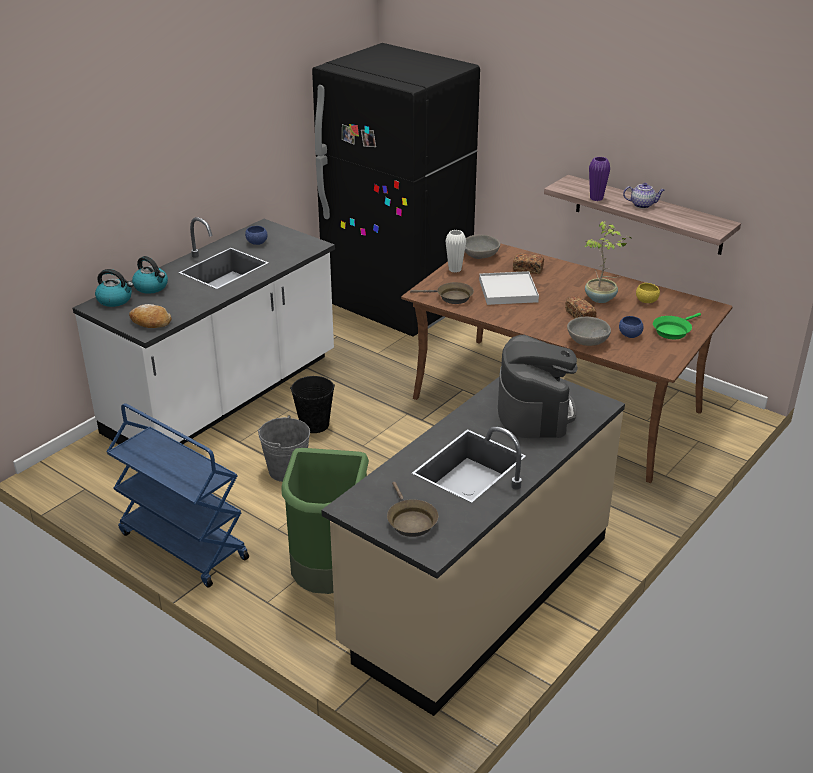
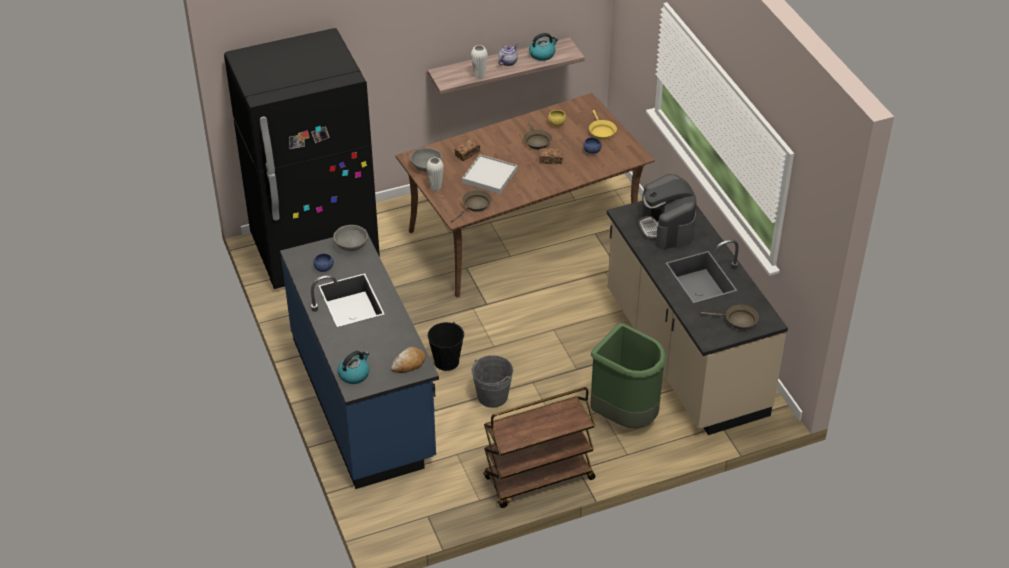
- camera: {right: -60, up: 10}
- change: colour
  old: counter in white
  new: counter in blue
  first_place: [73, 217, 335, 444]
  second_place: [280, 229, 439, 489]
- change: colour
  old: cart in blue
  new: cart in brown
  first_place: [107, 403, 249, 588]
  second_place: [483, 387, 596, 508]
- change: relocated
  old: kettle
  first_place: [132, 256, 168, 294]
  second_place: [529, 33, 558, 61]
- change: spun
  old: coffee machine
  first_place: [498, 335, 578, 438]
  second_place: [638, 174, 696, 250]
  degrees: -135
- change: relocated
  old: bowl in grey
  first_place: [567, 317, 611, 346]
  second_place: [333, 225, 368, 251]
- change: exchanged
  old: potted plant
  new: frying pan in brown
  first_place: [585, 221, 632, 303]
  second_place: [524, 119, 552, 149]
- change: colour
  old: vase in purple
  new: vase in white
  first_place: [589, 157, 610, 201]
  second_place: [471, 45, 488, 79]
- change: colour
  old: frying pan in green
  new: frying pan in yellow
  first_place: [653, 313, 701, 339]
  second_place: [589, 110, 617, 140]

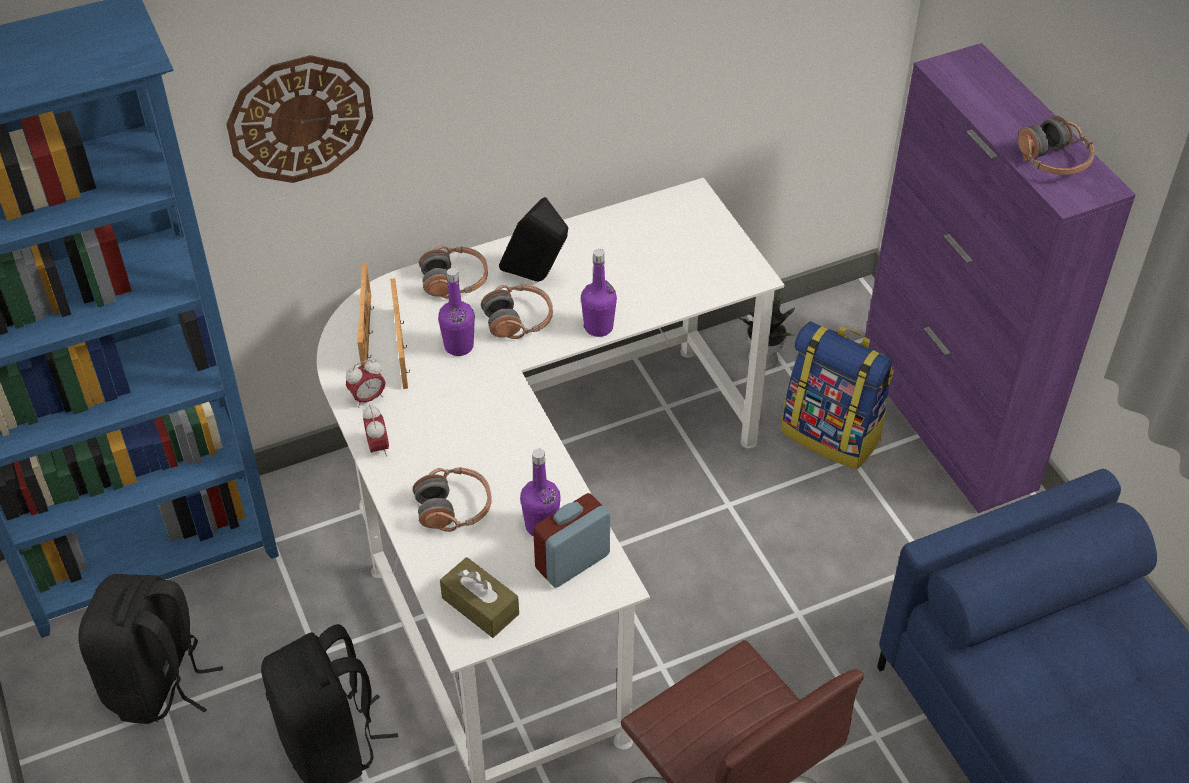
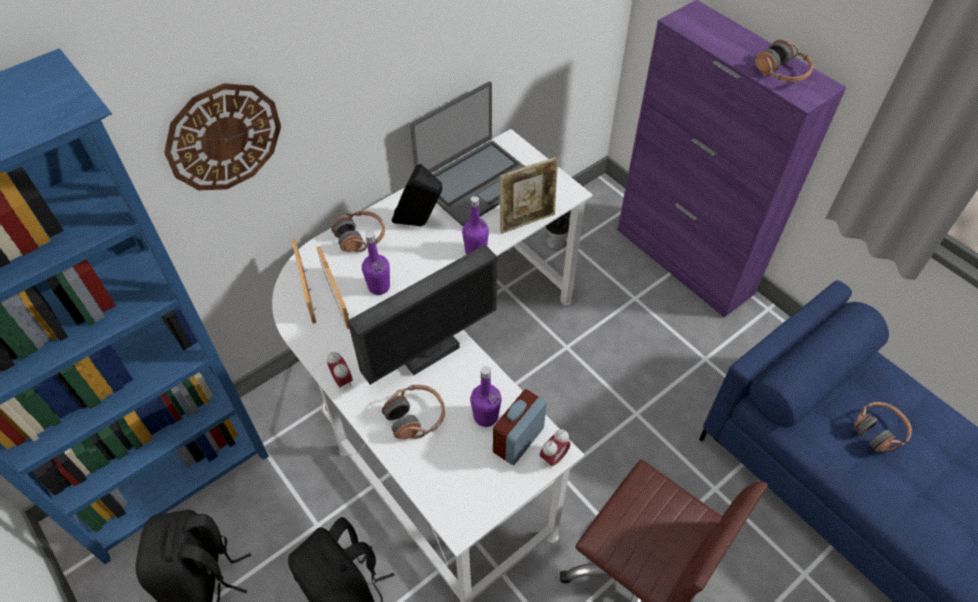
- camera: {right: -15, up: 5}
- change: relocated
  old: alarm clock
  first_place: [346, 359, 385, 407]
  second_place: [540, 429, 571, 469]
- change: missing
  old: tissue box in brown
  first_place: [440, 557, 519, 638]
- change: relocated
  old: headphones
  first_place: [481, 284, 553, 339]
  second_place: [853, 402, 912, 452]
- change: missing
  old: backpack
  first_place: [781, 322, 894, 469]
- change: appeared
  new: monitor
  second_place: [348, 245, 497, 385]
- change: appeared
  new: laptop
  second_place: [410, 82, 525, 226]
- change: appeared
  new: picture frame
  second_place: [499, 157, 558, 234]

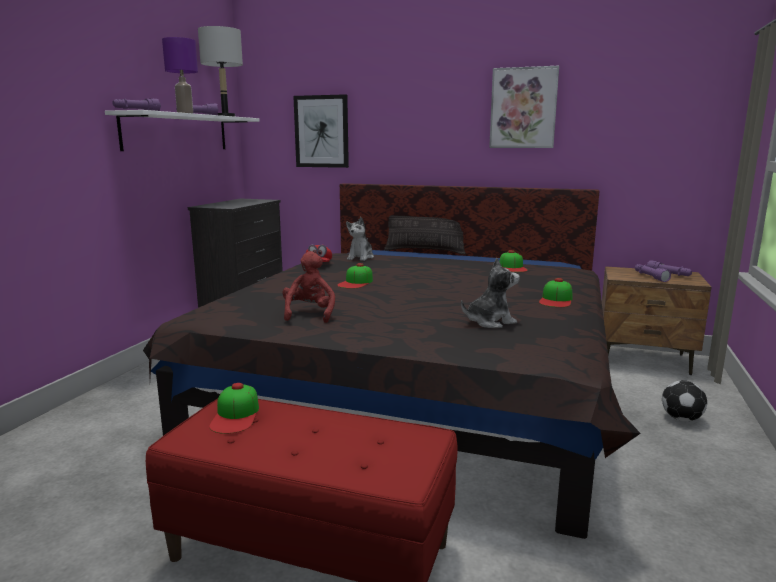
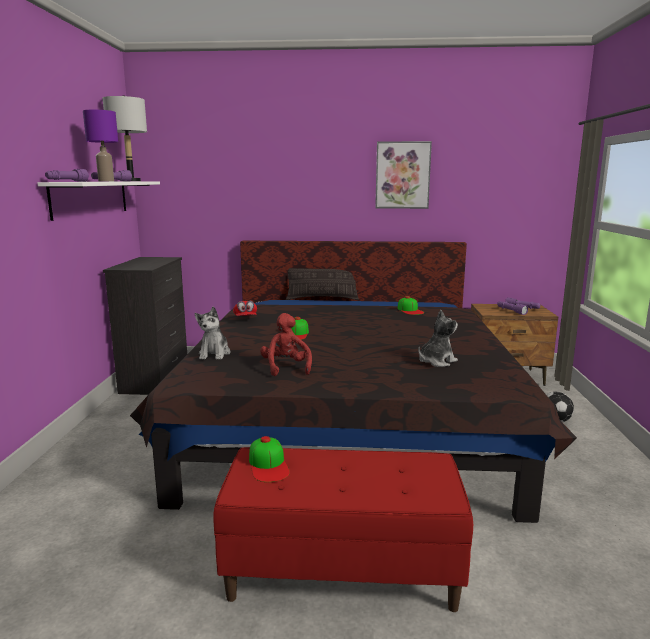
- camera: {right: -15, up: 0}
- change: missing
  old: picture
  first_place: [293, 94, 349, 168]
- change: relocated
  old: plush toy
  first_place: [346, 217, 374, 261]
  second_place: [195, 306, 231, 360]
- change: missing
  old: cap
  first_place: [539, 278, 572, 307]

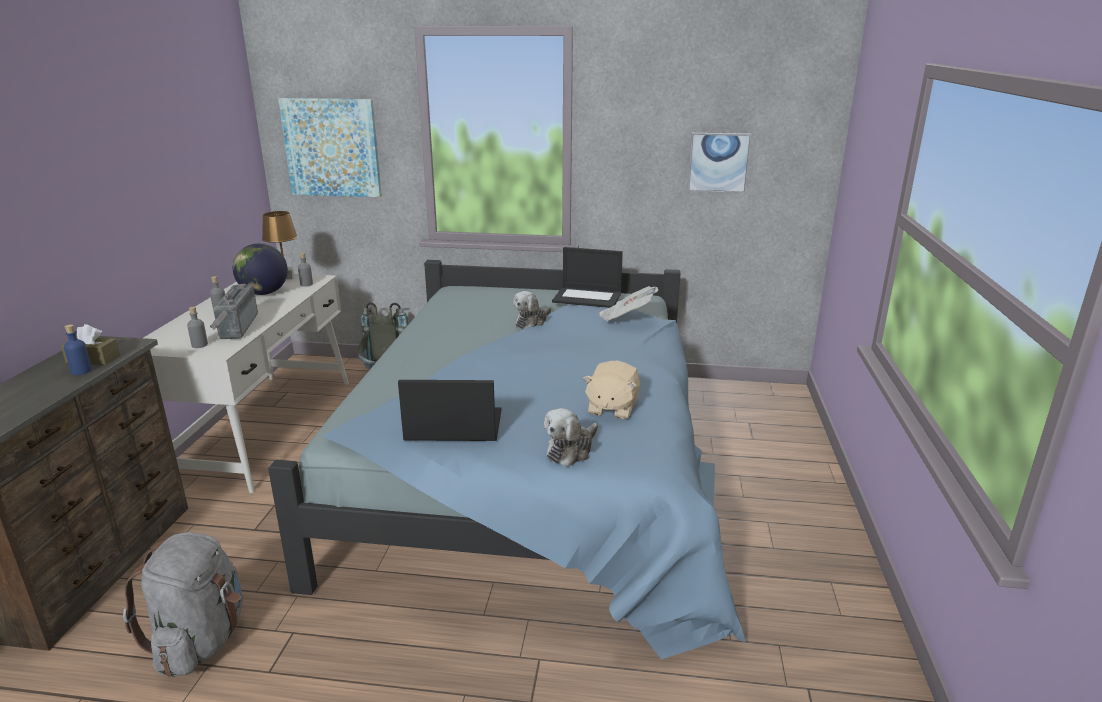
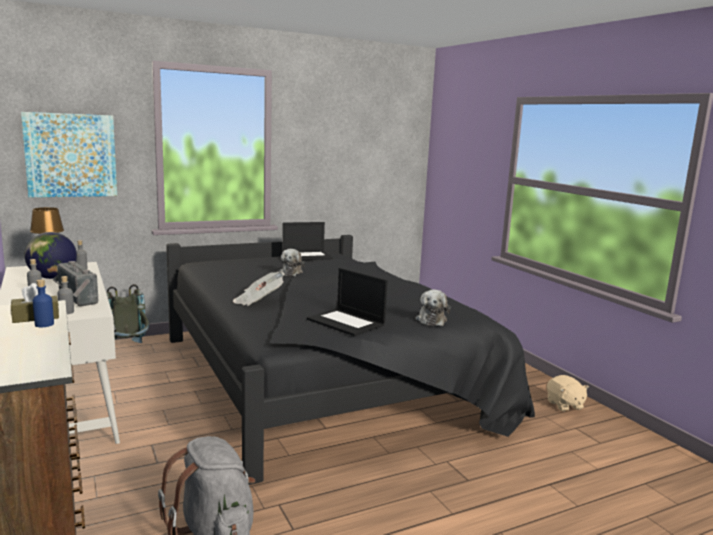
- camera: {right: -35, up: -10}
- change: colour
  old: bed in blue
  new: bed in black
  first_place: [268, 260, 745, 659]
  second_place: [166, 235, 535, 485]
- change: spun
  old: laptop
  first_place: [398, 380, 501, 441]
  second_place: [307, 268, 388, 336]
  degrees: -105
- change: relocated
  old: plush toy in beige
  first_place: [583, 361, 640, 420]
  second_place: [547, 375, 589, 412]
- change: relocated
  old: newspaper
  first_place: [599, 286, 658, 321]
  second_place: [233, 271, 285, 306]
- change: missing
  old: picture
  first_place: [687, 133, 752, 193]

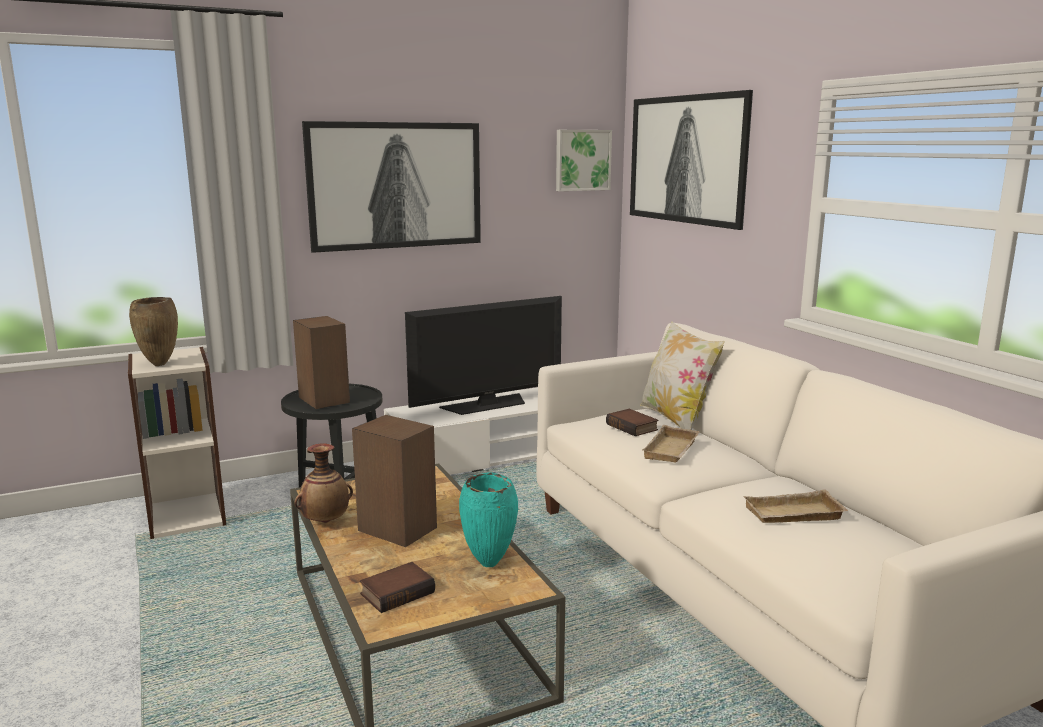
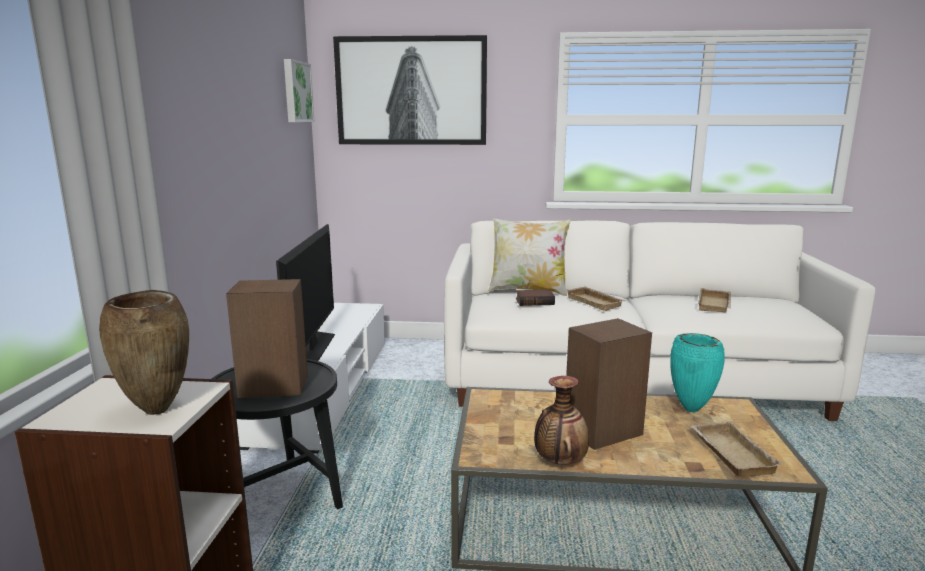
- camera: {right: -60, up: 0}
- change: missing
  old: picture
  first_place: [302, 121, 481, 253]
- change: exchanged
  old: book
  new: tray in beige
  first_place: [360, 562, 435, 613]
  second_place: [691, 422, 783, 477]

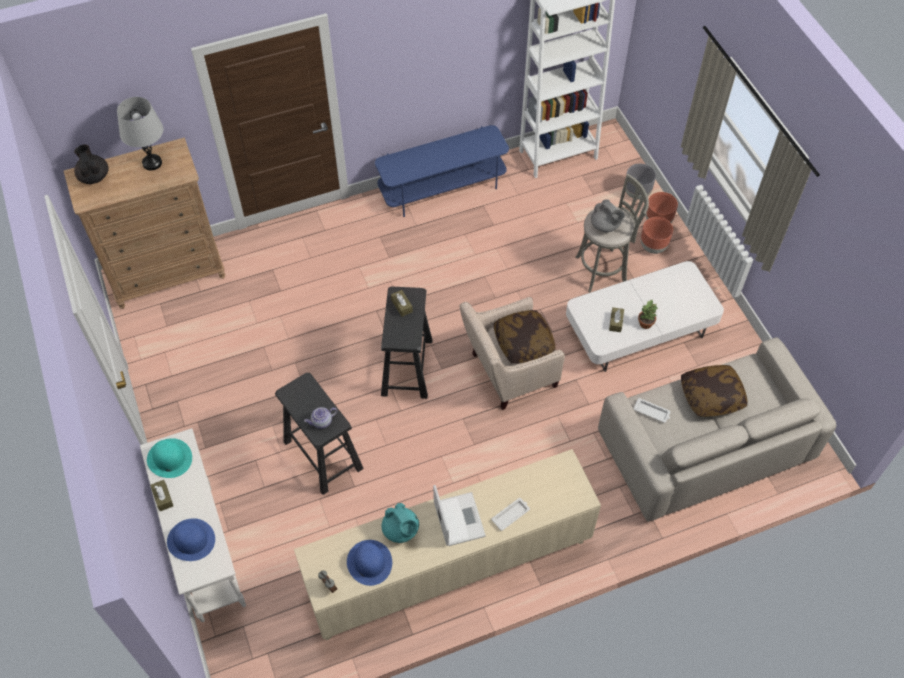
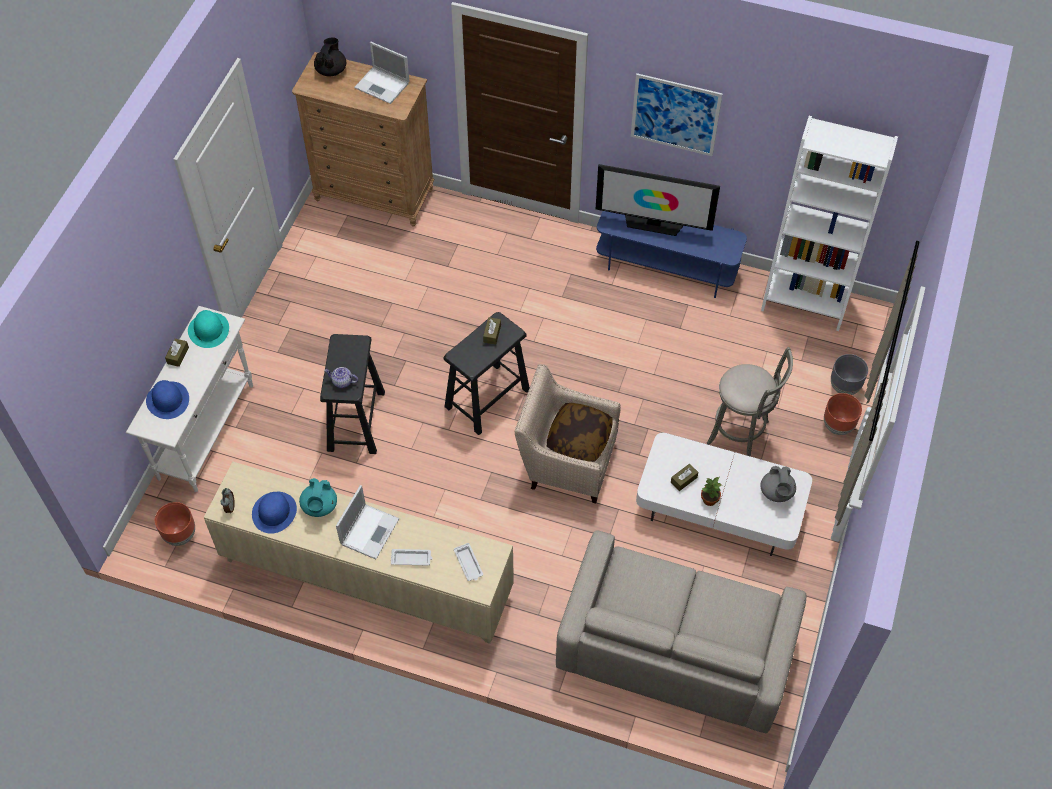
- camera: {right: 40, up: 0}
- change: exchanged
  old: table lamp in grey
  new: laptop
  first_place: [117, 97, 163, 170]
  second_place: [354, 42, 409, 104]
- change: relocated
  old: teapot in grey
  first_place: [591, 199, 625, 232]
  second_place: [760, 466, 796, 502]
- change: relocated
  old: tray in white
  first_place: [633, 398, 670, 423]
  second_place: [454, 543, 483, 581]
- change: relocated
  old: planter in brown
  first_place: [641, 217, 673, 254]
  second_place: [155, 502, 195, 546]
- change: missing
  old: pillow
  first_place: [681, 365, 748, 417]
- change: appeared
  new: television
  second_place: [596, 164, 720, 236]
- change: appeared
  new: picture
  second_place: [631, 73, 723, 156]

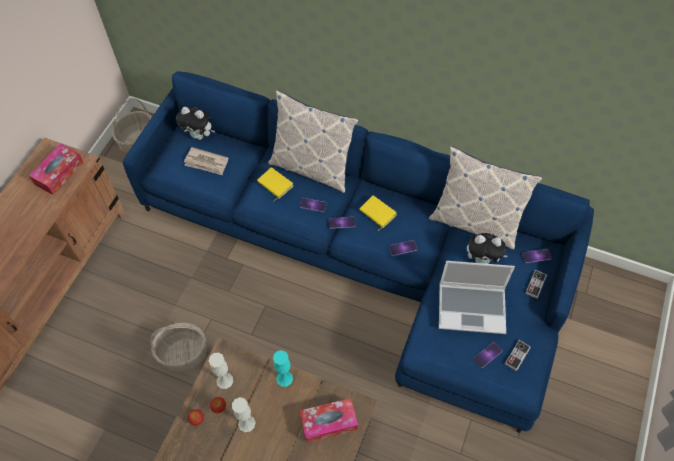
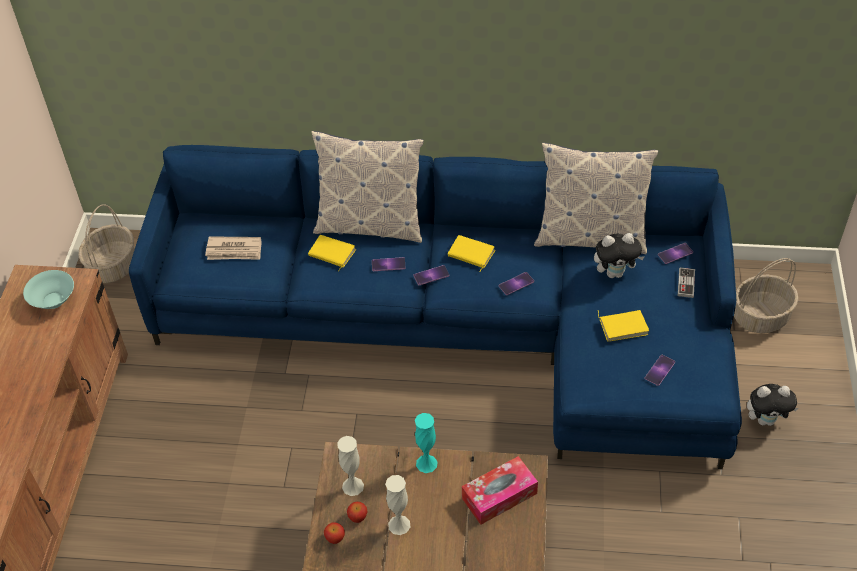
- camera: {right: -15, up: -10}
- change: exchanged
  old: tissue box
  new: bowl in turquoise
  first_place: [29, 144, 84, 195]
  second_place: [23, 270, 74, 309]
- change: relocated
  old: basket
  first_place: [150, 323, 207, 372]
  second_place: [734, 258, 799, 333]
- change: relocated
  old: plush toy
  first_place: [176, 107, 215, 140]
  second_place: [747, 384, 798, 426]
- change: exchanged
  old: laptop
  new: book in yellow
  first_place: [439, 261, 515, 334]
  second_place: [598, 310, 649, 341]
- change: missing
  old: game controller
  first_place: [505, 340, 531, 371]

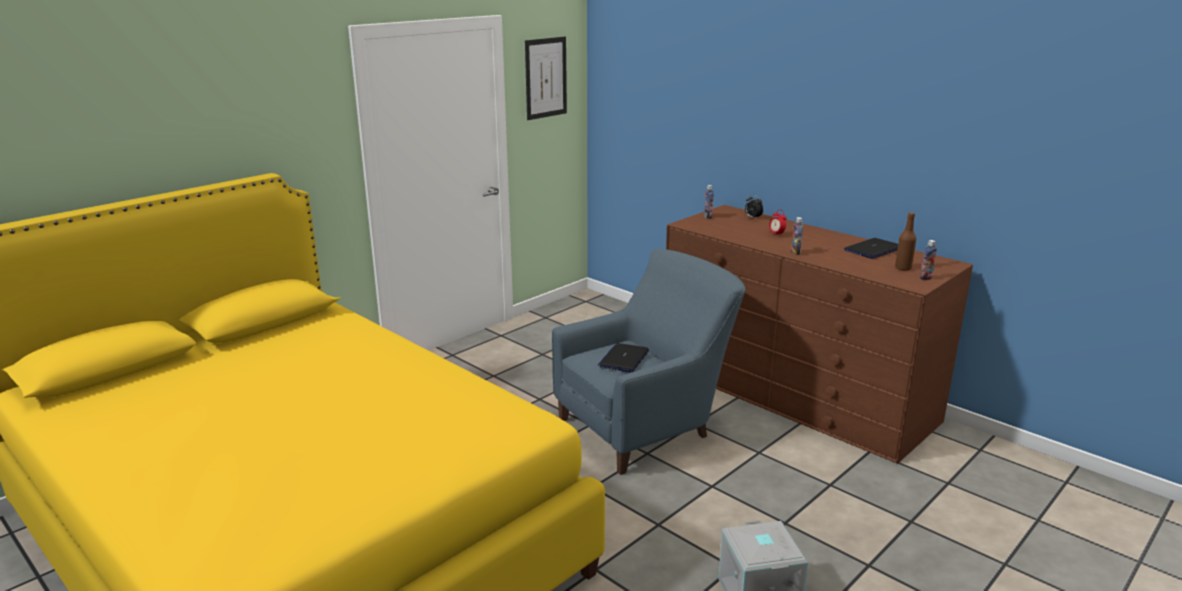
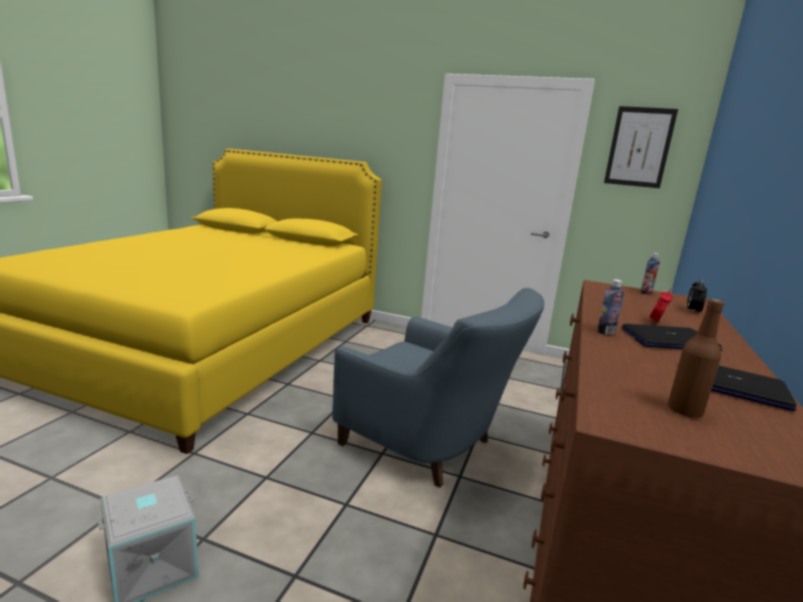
- camera: {right: 65, up: -5}
- change: relocated
  old: laptop
  first_place: [598, 343, 649, 373]
  second_place: [622, 324, 722, 351]
- change: missing
  old: bottle
  first_place: [920, 240, 937, 280]

